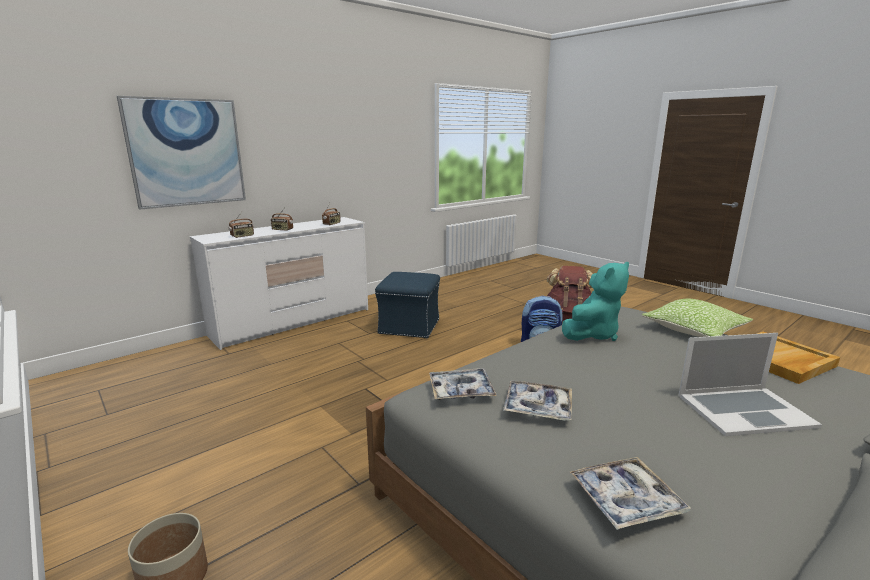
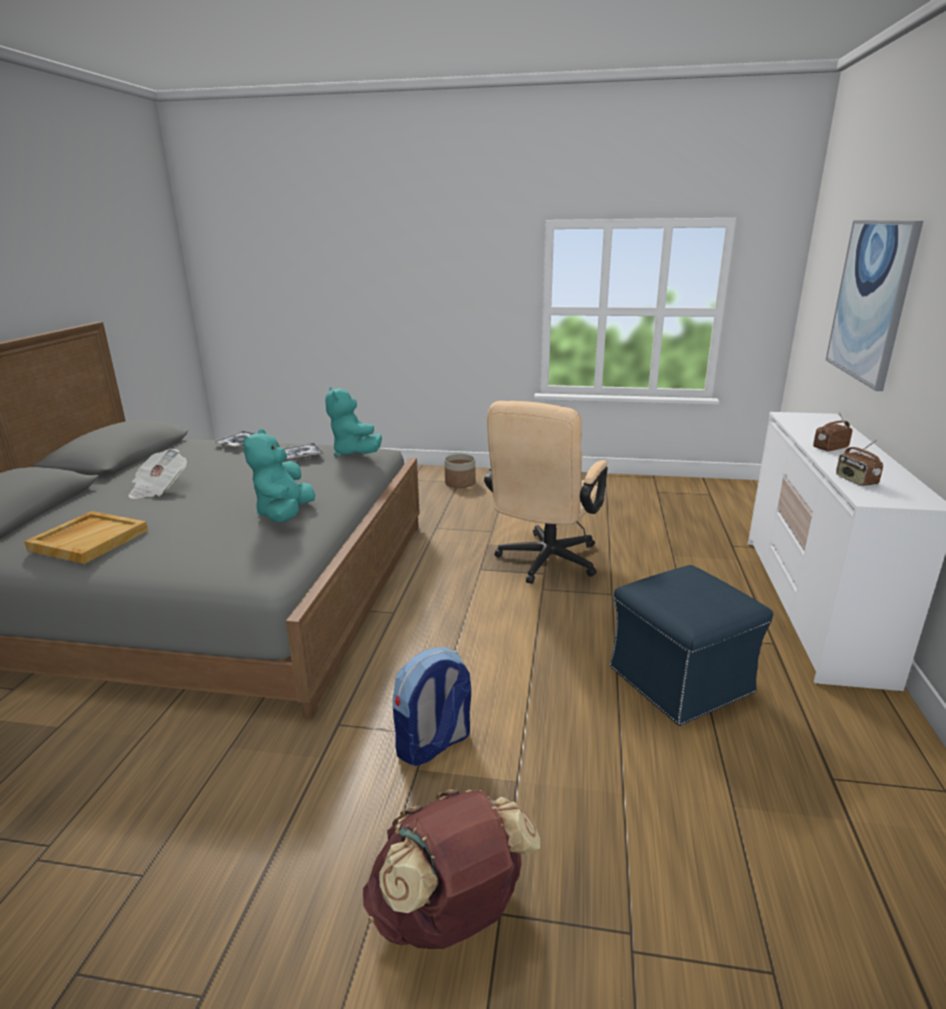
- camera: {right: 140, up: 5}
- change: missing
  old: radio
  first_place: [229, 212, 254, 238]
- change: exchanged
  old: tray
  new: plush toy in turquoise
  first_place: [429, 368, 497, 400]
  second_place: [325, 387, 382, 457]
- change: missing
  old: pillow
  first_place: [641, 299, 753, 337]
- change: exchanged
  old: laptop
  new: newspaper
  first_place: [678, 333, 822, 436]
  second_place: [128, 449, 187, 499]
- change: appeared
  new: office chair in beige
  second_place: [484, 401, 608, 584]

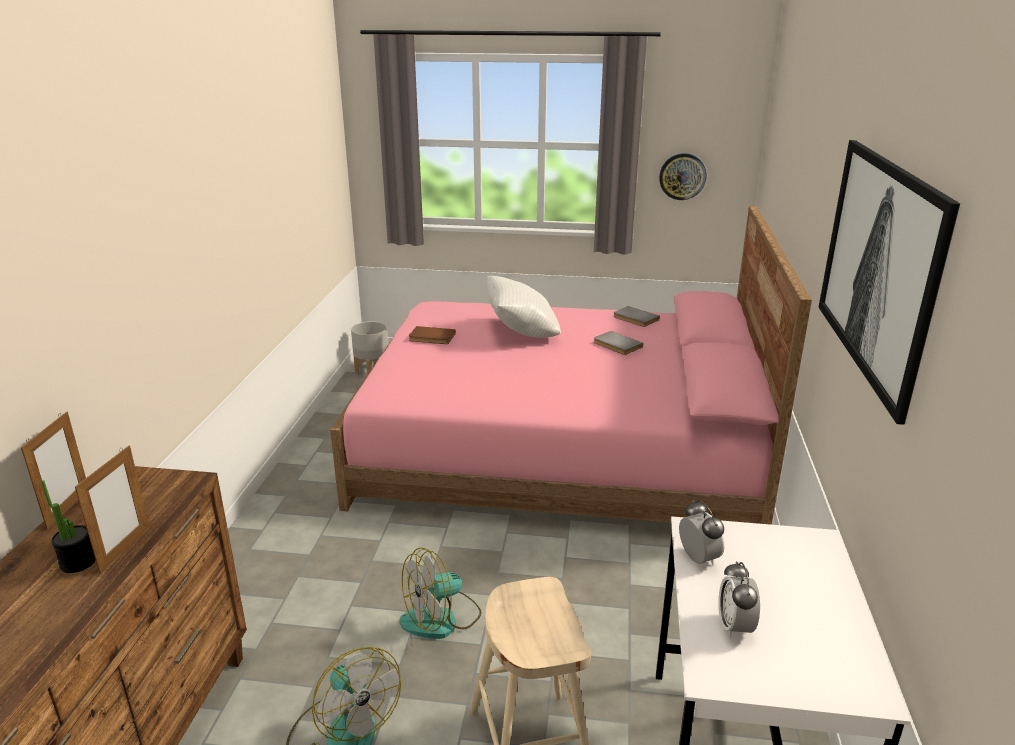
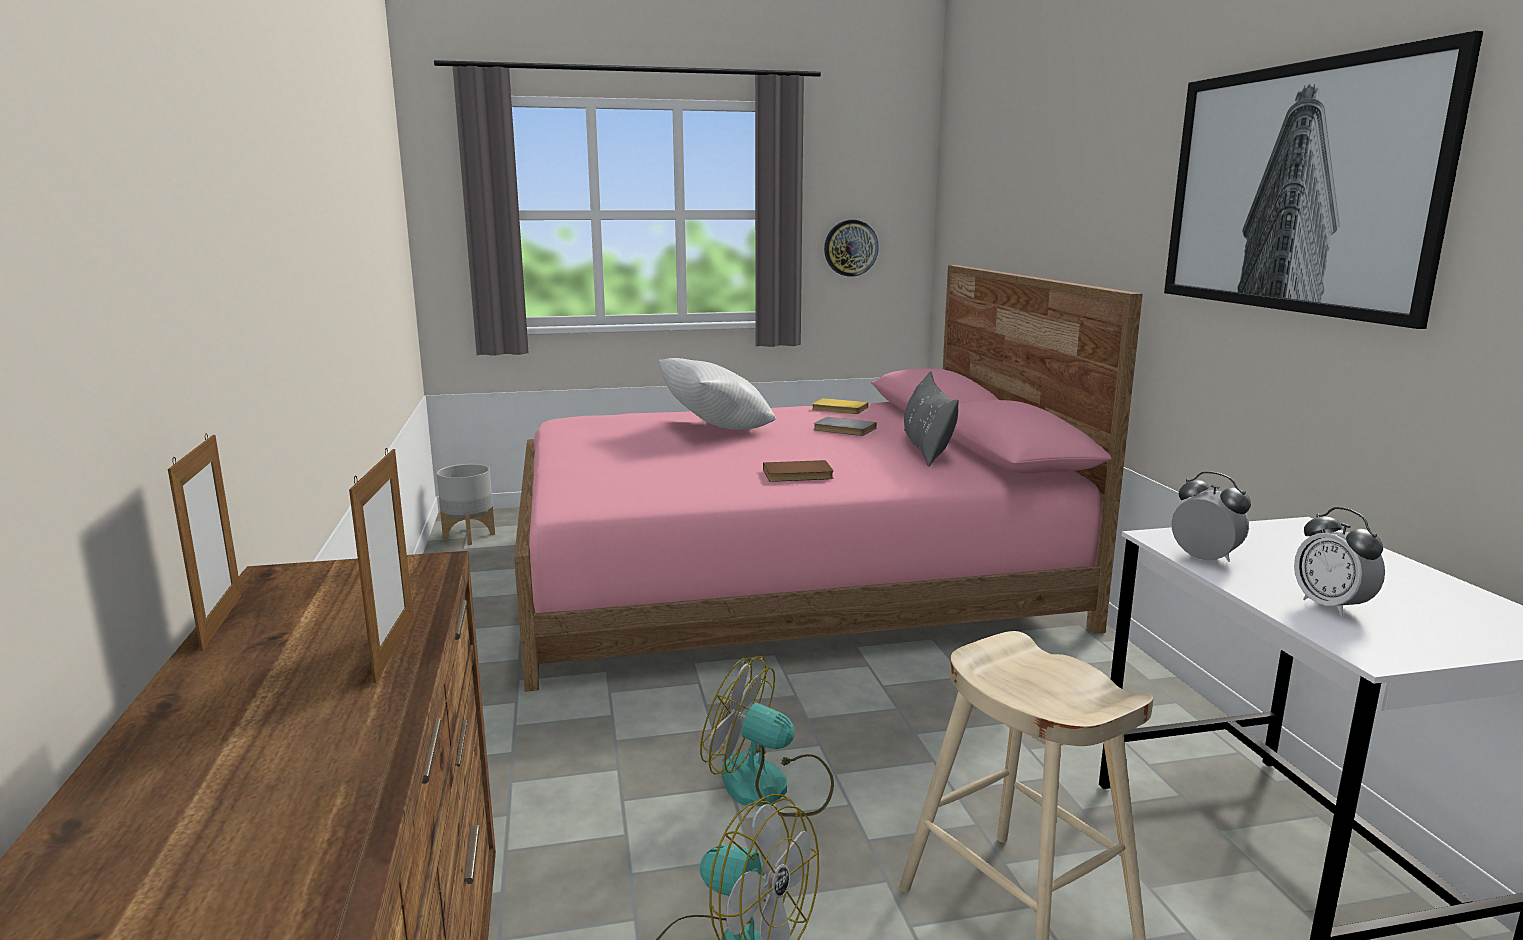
- camera: {right: -20, up: -10}
- change: missing
  old: potted plant
  first_place: [41, 480, 96, 573]
- change: spun
  old: fan
  first_place: [399, 547, 481, 639]
  second_place: [700, 656, 834, 817]
  degrees: 75
- change: relocated
  old: book in brown
  first_place: [409, 326, 456, 344]
  second_place: [763, 460, 834, 482]
- change: colour
  old: book in grey
  new: book in yellow
  first_place: [614, 306, 660, 327]
  second_place: [812, 398, 869, 414]
- change: appeared
  new: pillow in grey
  second_place: [904, 371, 959, 467]

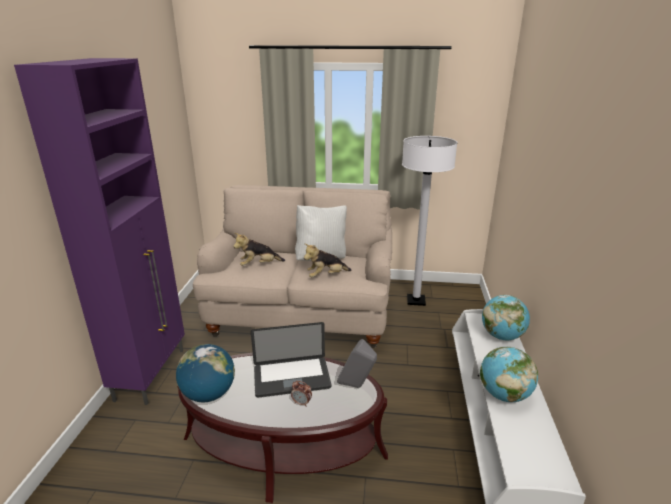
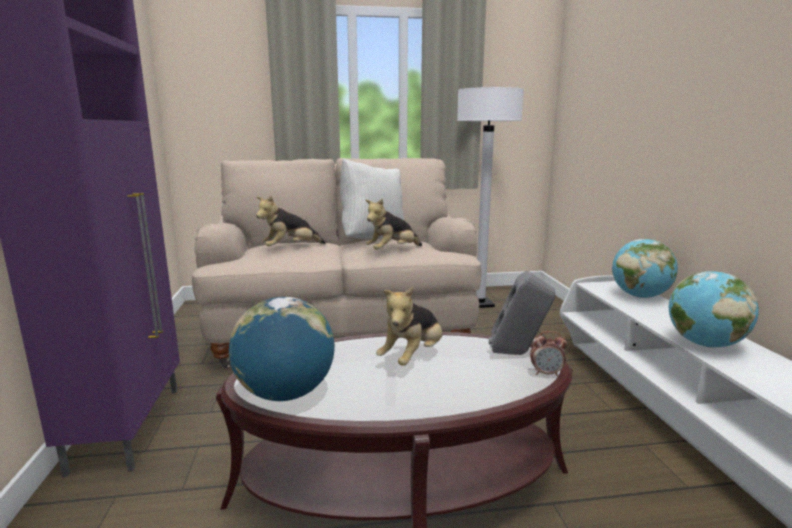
- camera: {right: -15, up: -10}
- change: exchanged
  old: laptop
  new: plush toy
  first_place: [251, 322, 331, 398]
  second_place: [376, 287, 443, 366]
- change: relocated
  old: alarm clock
  first_place: [291, 381, 312, 407]
  second_place: [530, 331, 567, 376]

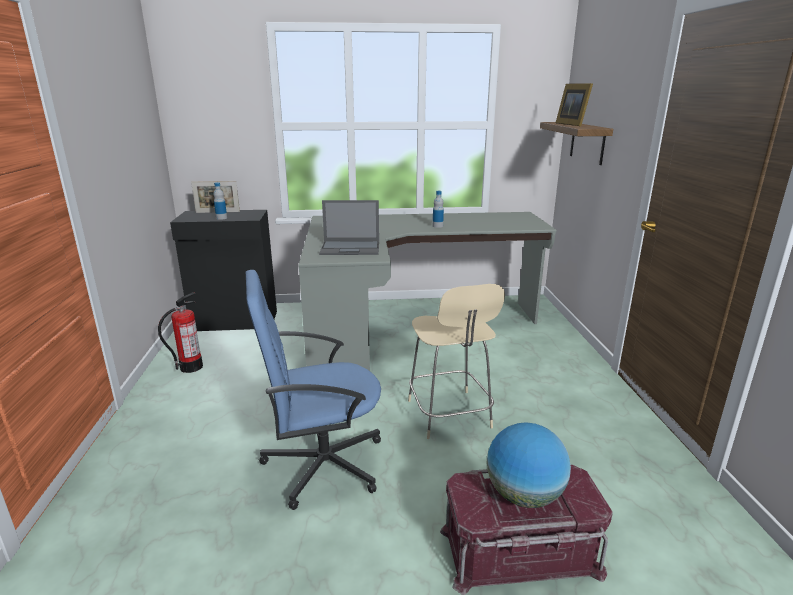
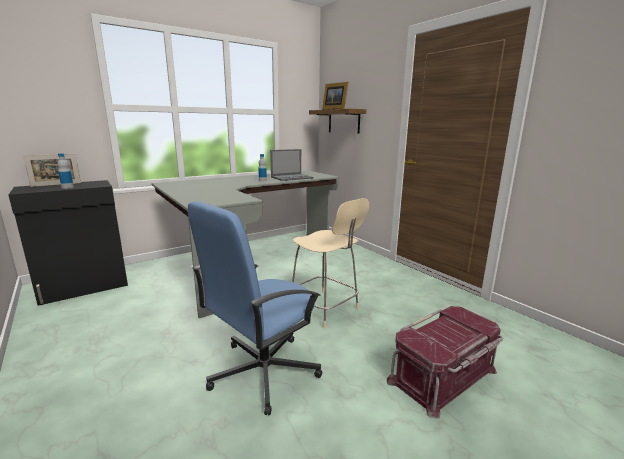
- camera: {right: -30, up: -5}
- change: missing
  old: fire extinguisher
  first_place: [158, 292, 203, 373]
- change: relocated
  old: laptop
  first_place: [319, 200, 379, 255]
  second_place: [270, 149, 313, 181]
- change: missing
  old: globe
  first_place: [487, 422, 571, 508]

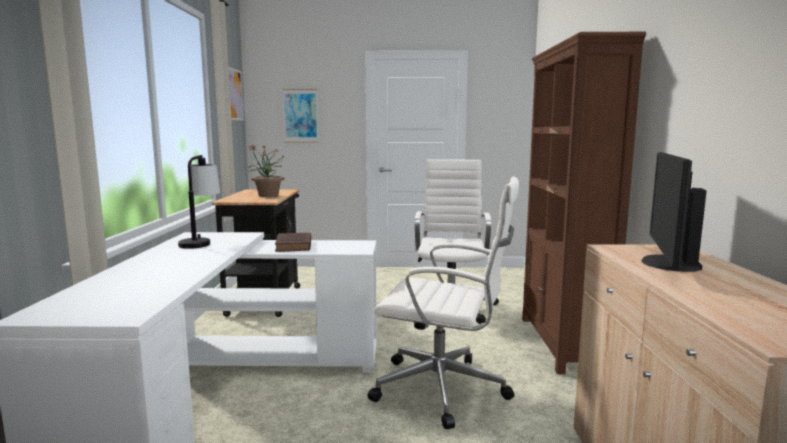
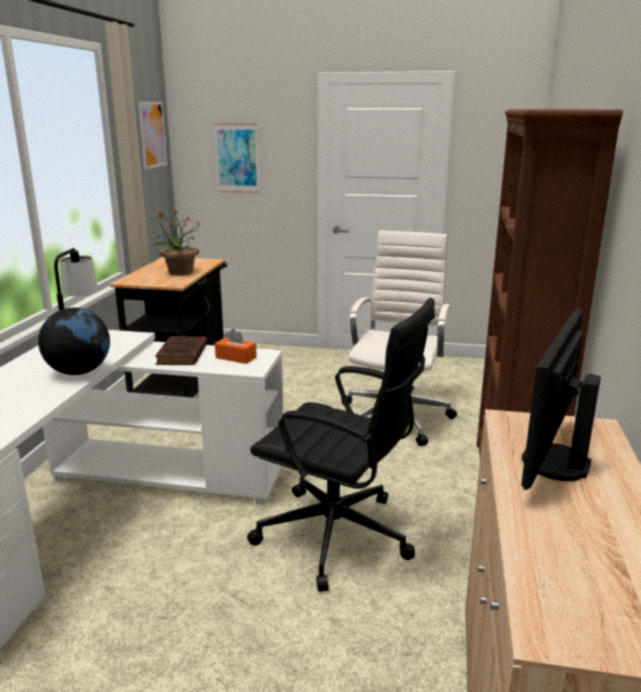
- camera: {right: 10, up: 10}
- change: colour
  old: office chair in white
  new: office chair in black
  first_place: [368, 176, 519, 429]
  second_place: [247, 298, 435, 592]
- change: appeared
  new: globe
  second_place: [38, 308, 110, 375]
- change: appeared
  new: tissue box in orange
  second_place: [215, 328, 257, 364]

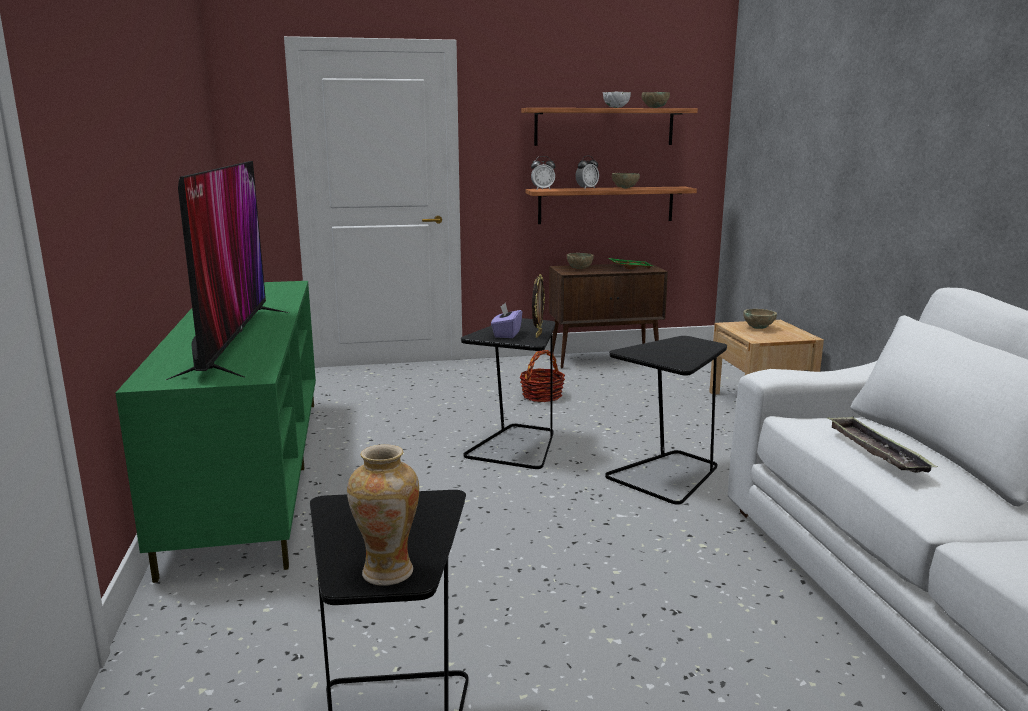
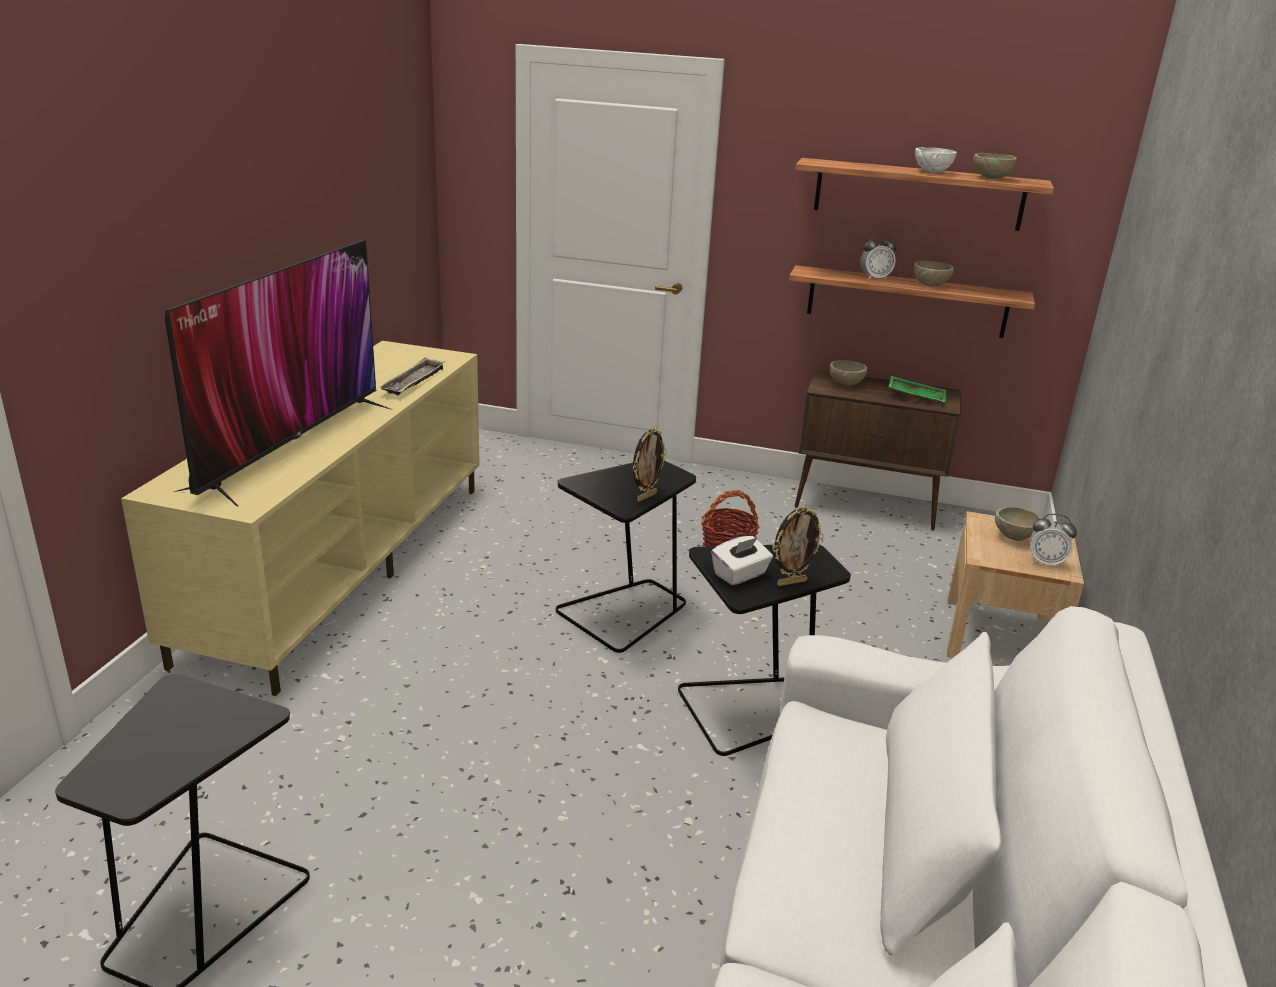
- camera: {right: 25, up: 10}
- change: colour
  old: tv stand in green
  new: tv stand in beige
  first_place: [115, 281, 316, 583]
  second_place: [121, 341, 480, 696]
- change: missing
  old: vase
  first_place: [347, 444, 419, 586]
- change: missing
  old: tissue box in purple
  first_place: [491, 303, 522, 338]
- change: relocated
  old: alarm clock
  first_place: [531, 156, 555, 190]
  second_place: [1030, 514, 1077, 568]
- change: relocated
  old: tray
  first_place: [827, 416, 938, 473]
  second_place: [380, 357, 445, 395]
- change: appeared
  new: tissue box in white
  second_place: [711, 536, 773, 585]
- change: appeared
  new: picture frame
  second_place: [773, 506, 824, 586]

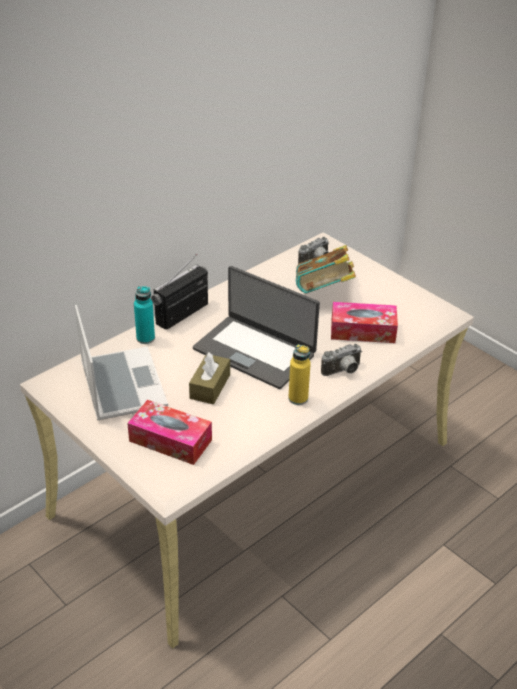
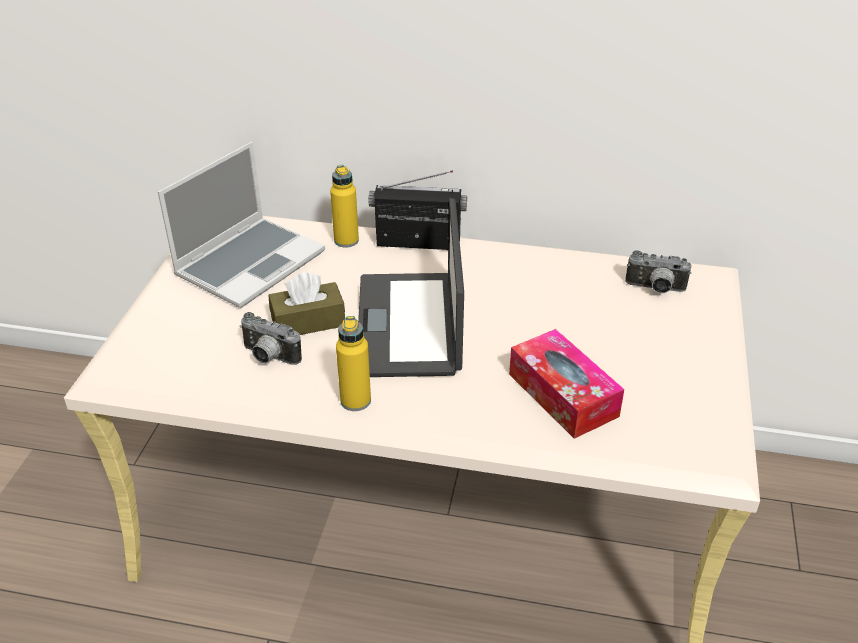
- camera: {right: 55, up: 0}
- change: missing
  old: tissue box
  first_place: [127, 400, 212, 465]
- change: colour
  old: bottle in turquoise
  new: bottle in yellow
  first_place: [134, 286, 155, 344]
  second_place: [330, 165, 359, 248]
- change: missing
  old: book
  first_place: [296, 245, 356, 293]
- change: relocated
  old: photo camera
  first_place: [321, 344, 362, 376]
  second_place: [240, 312, 302, 365]

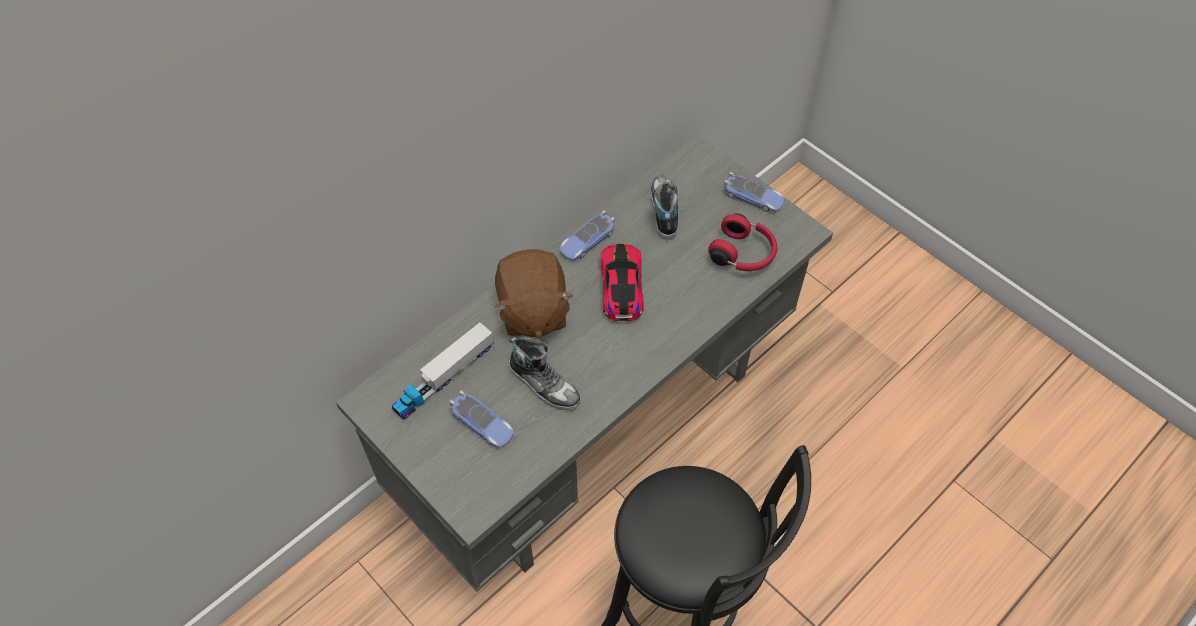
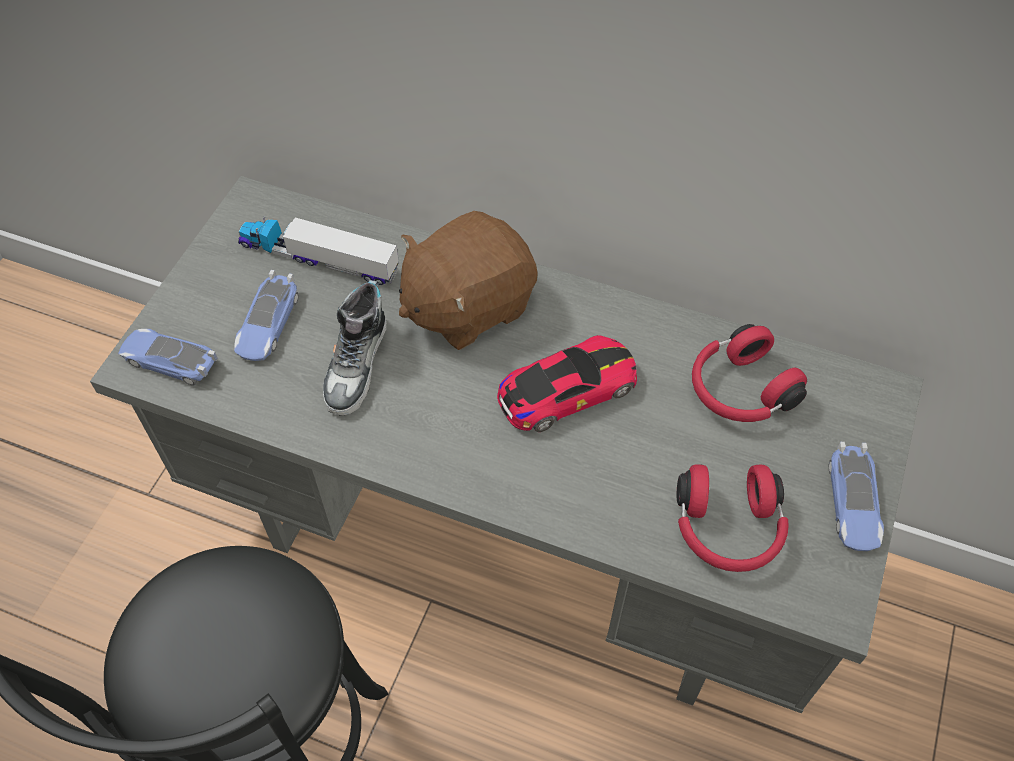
- camera: {right: 65, up: 0}
- change: relocated
  old: toy car
  first_place: [560, 210, 615, 260]
  second_place: [118, 329, 218, 386]
- change: exchanged
  old: shoe
  new: headphones in red
  first_place: [650, 175, 678, 240]
  second_place: [692, 324, 807, 422]

